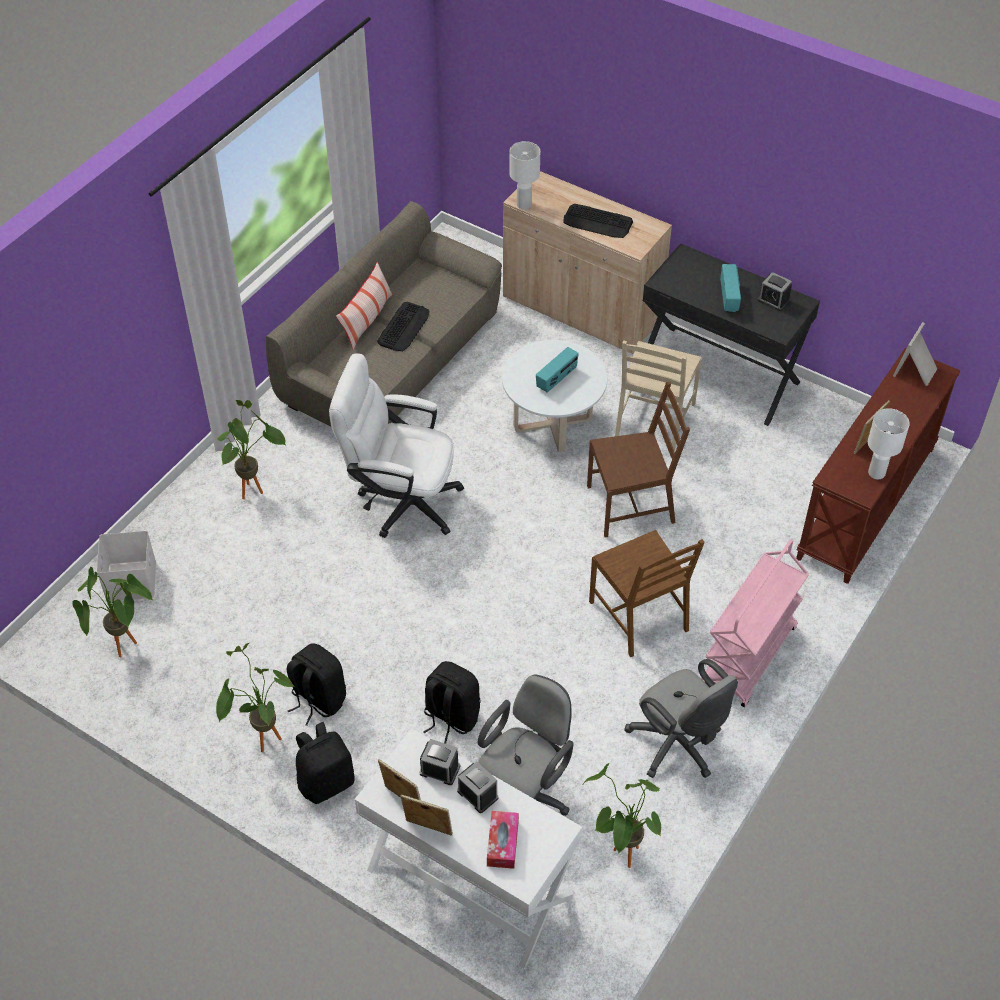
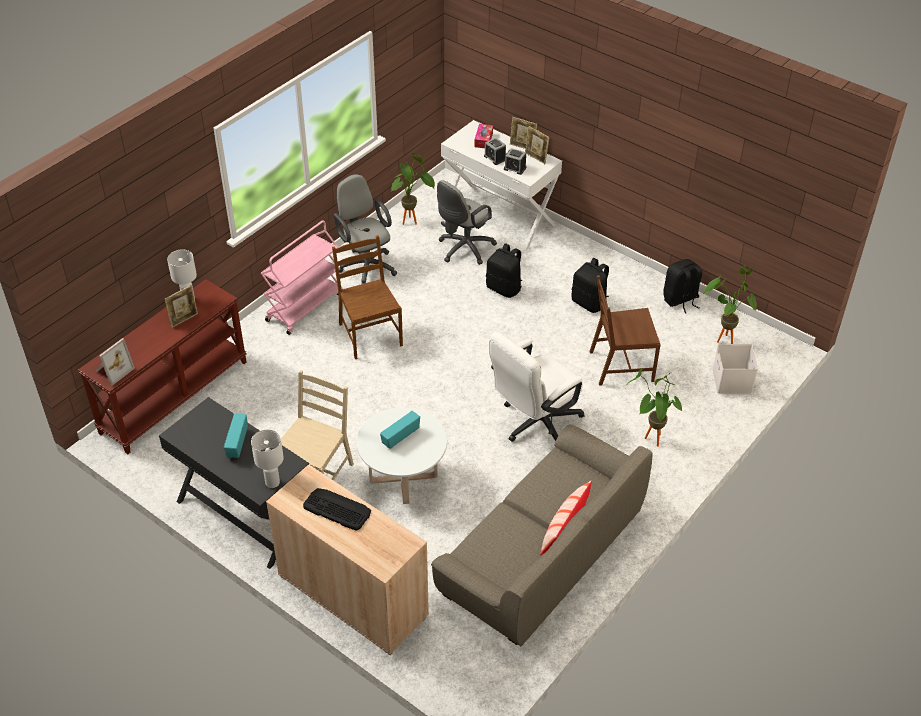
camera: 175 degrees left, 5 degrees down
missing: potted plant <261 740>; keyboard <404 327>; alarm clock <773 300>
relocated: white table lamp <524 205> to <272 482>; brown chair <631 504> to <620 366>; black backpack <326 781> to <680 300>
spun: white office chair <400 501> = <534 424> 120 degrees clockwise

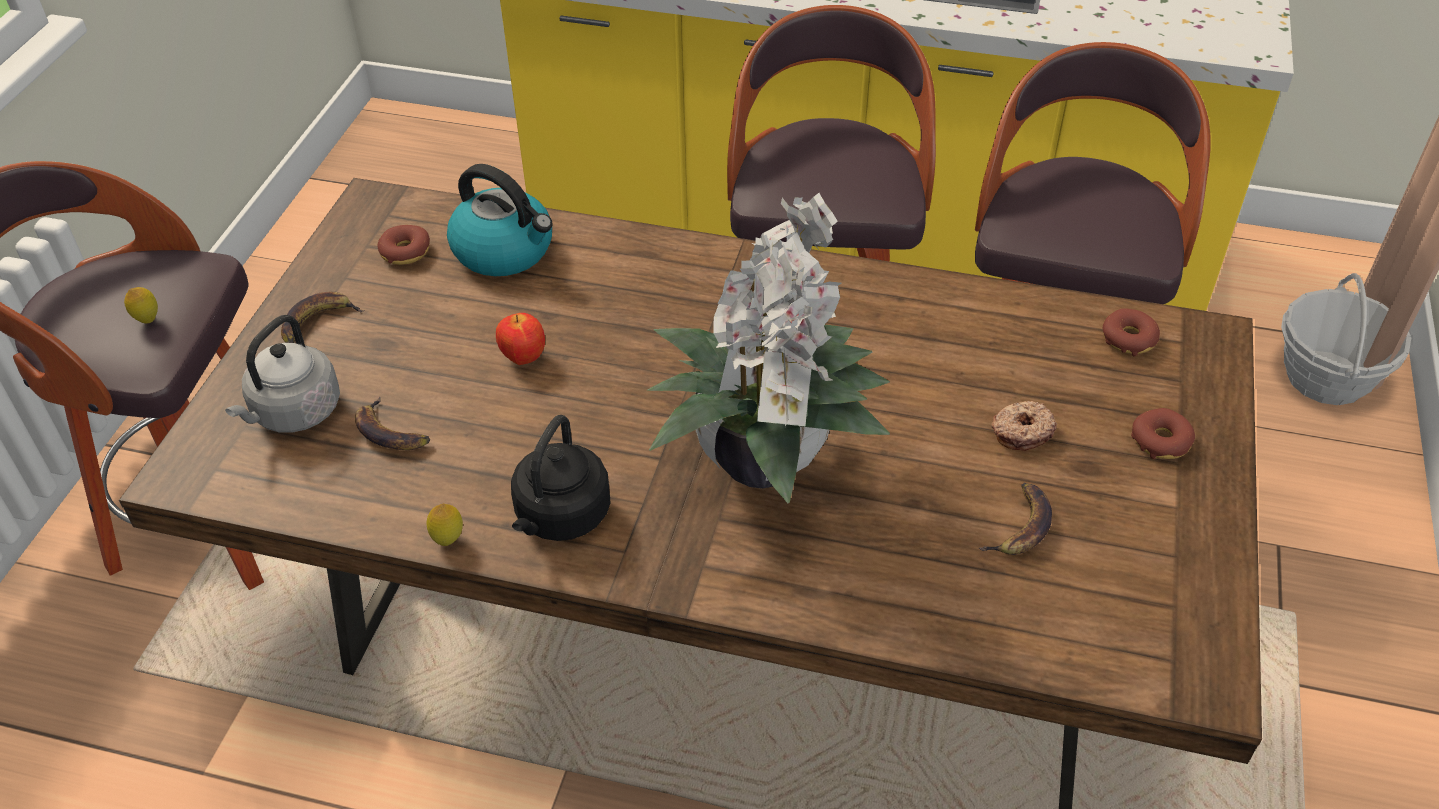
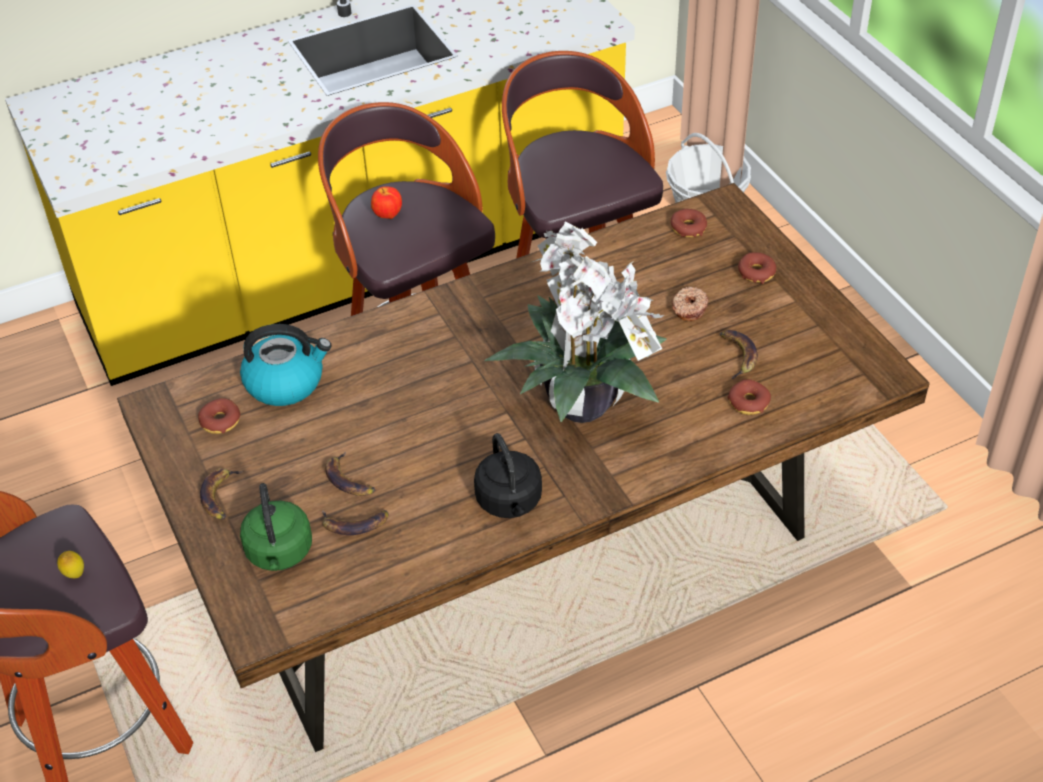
camera: 40 degrees left, 0 degrees up
missing: lemon <448 540>
appeared: banana <349 480>; donut <748 402>
relocated: apple <523 358> to <387 216>
colour: grey kettle <294 413> to green kettle <279 553>

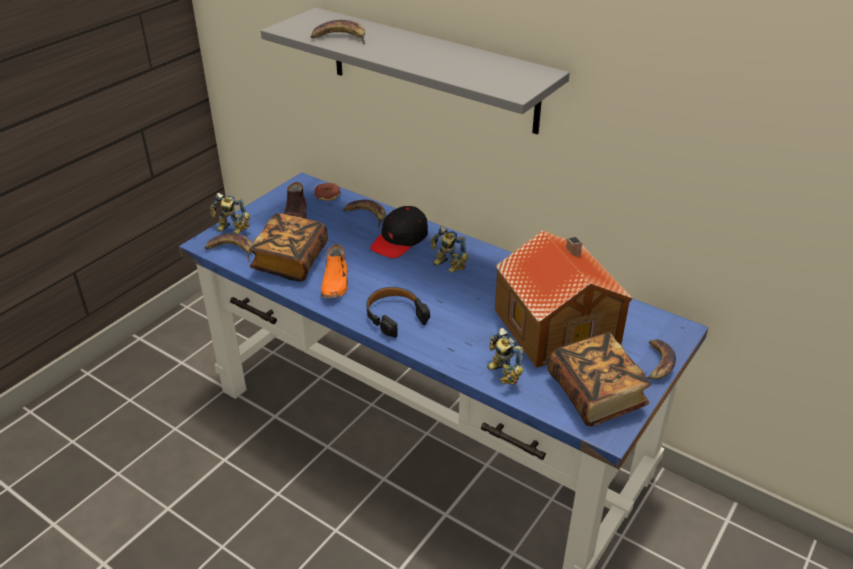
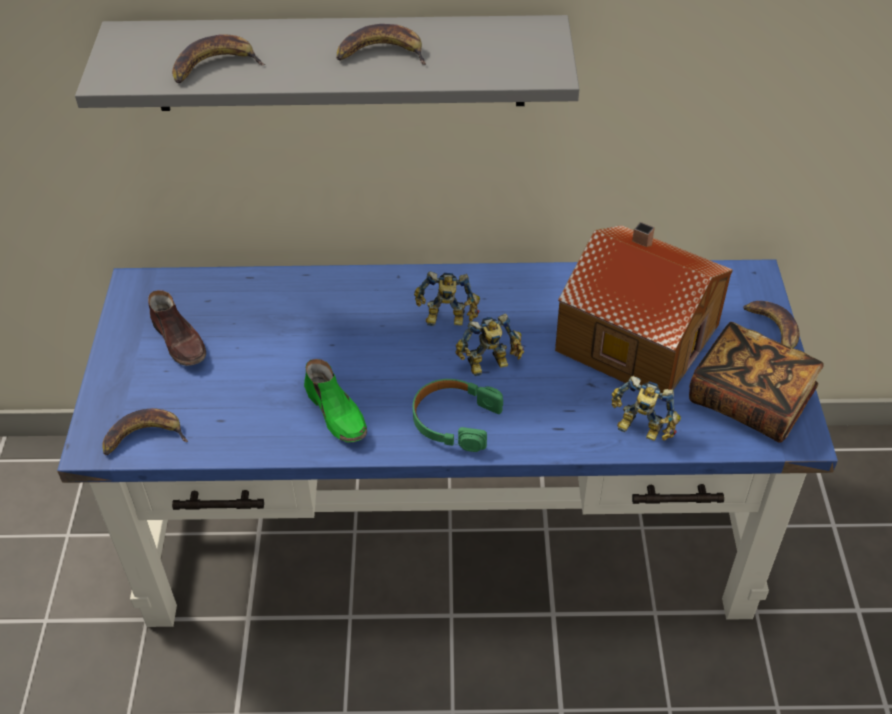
camera: 35 degrees left, 10 degrees up
missing: book <291 261>; donut <327 195>; black cap <400 240>
relocated: banana <367 215> to <382 53>; toy robot <231 230> to <490 365>
colour: orange shoe <335 283> to green shoe <337 413>; black headphones <395 316> to green headphones <454 420>

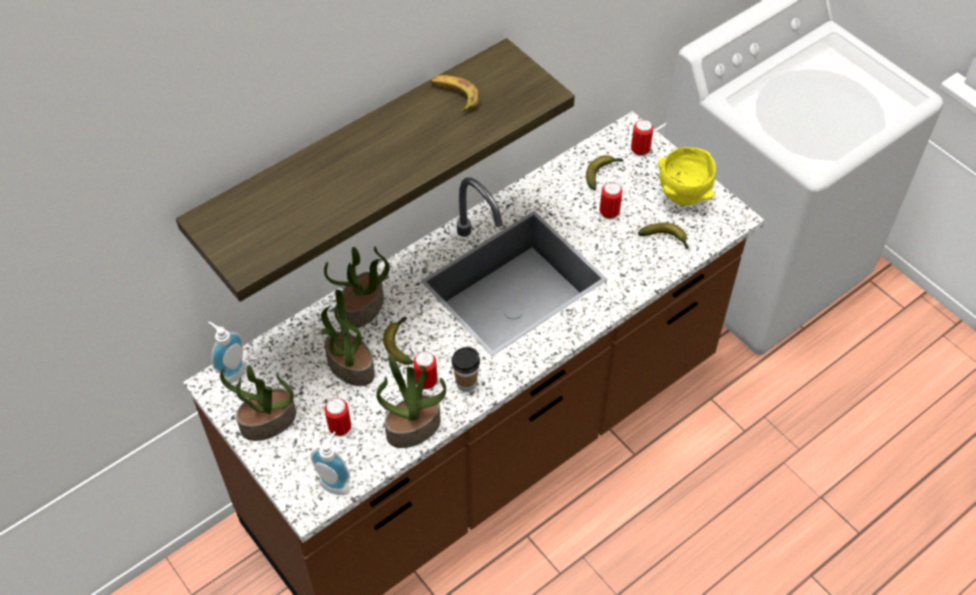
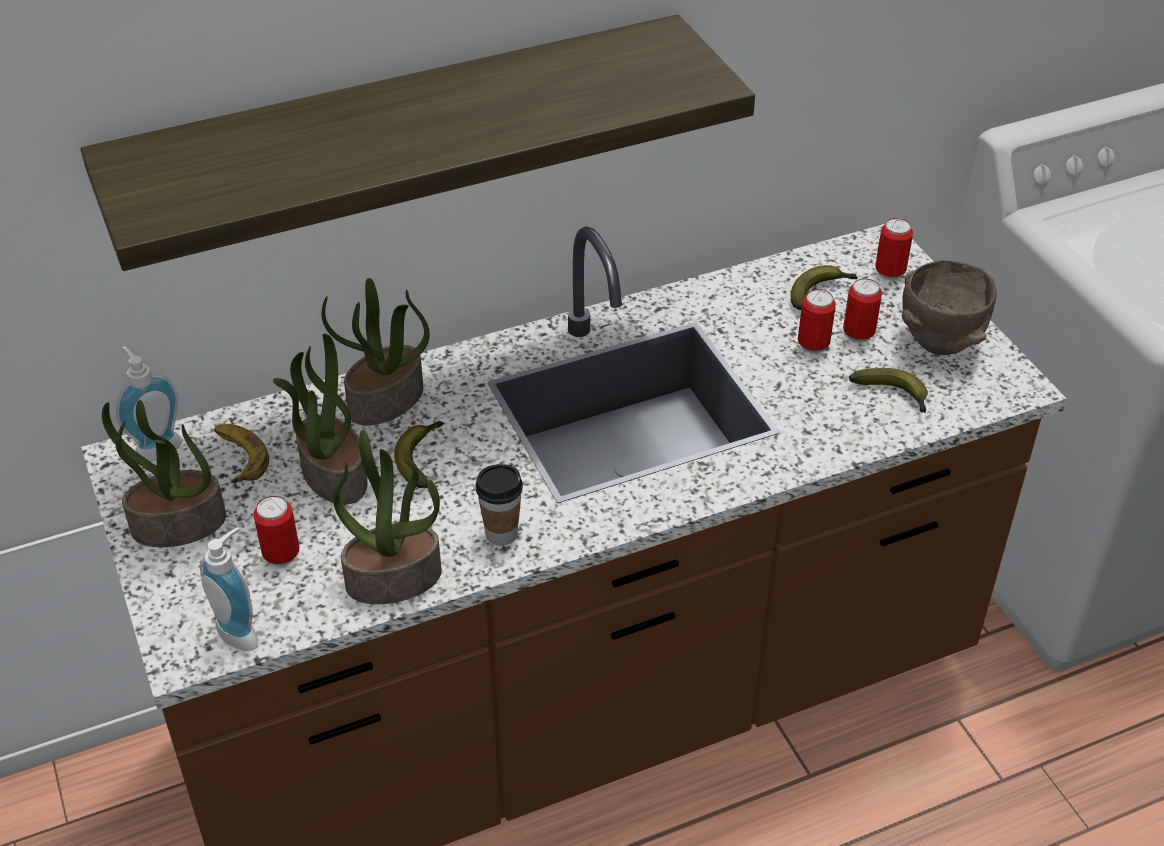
camera: 15 degrees right, 10 degrees down
relocated: banana <455 96> to <239 457>; can <426 382> to <858 334>
colour: yellow bowl <683 198> to brown bowl <939 345>

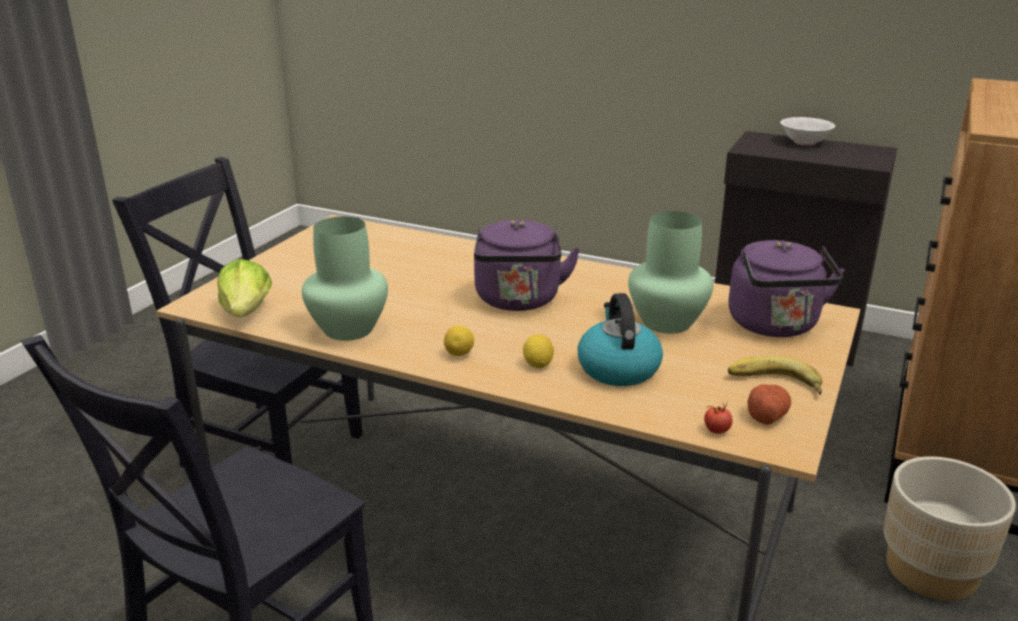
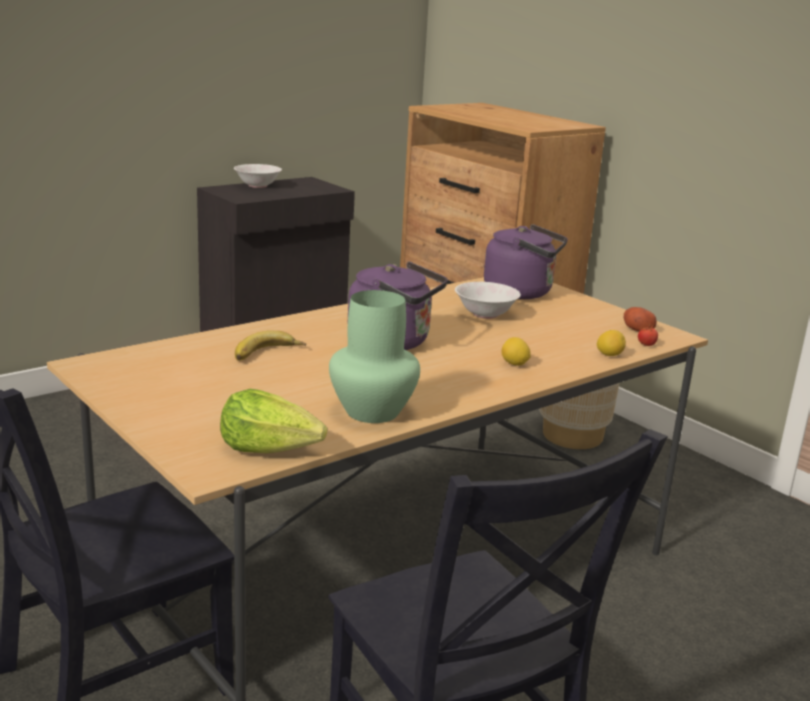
camera: 65 degrees left, 5 degrees down
missing: kettle <617 368>
relocated: banana <774 384> to <268 354>; lemon <459 354> to <609 355>
exchanged: green vase <665 322> to white bowl <485 314>

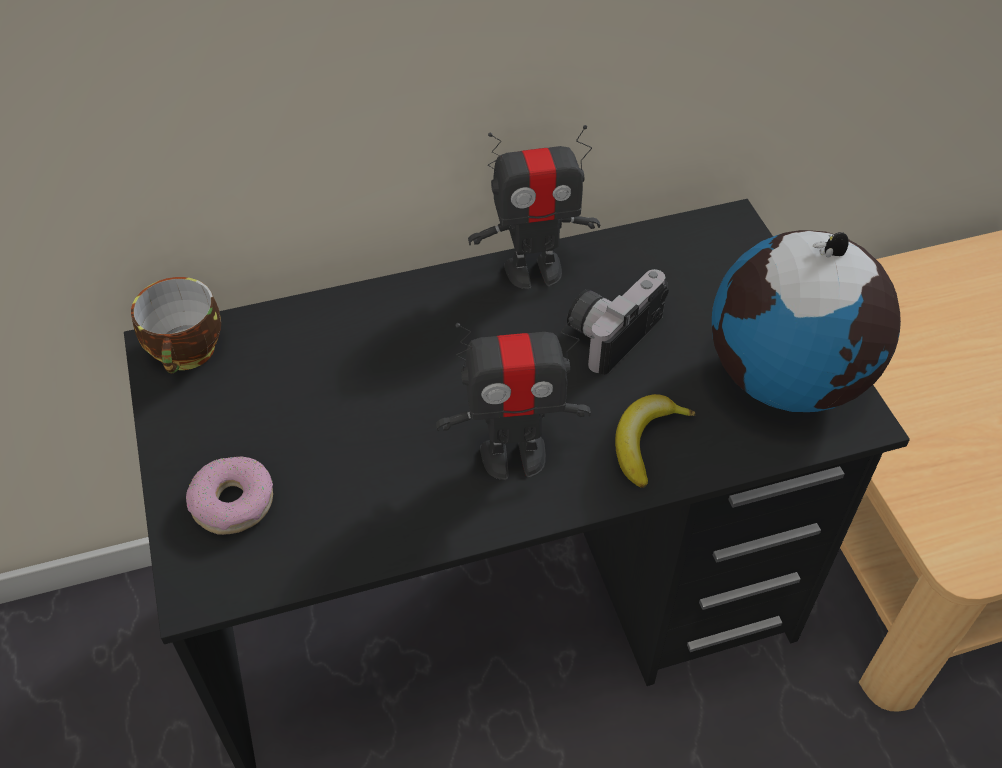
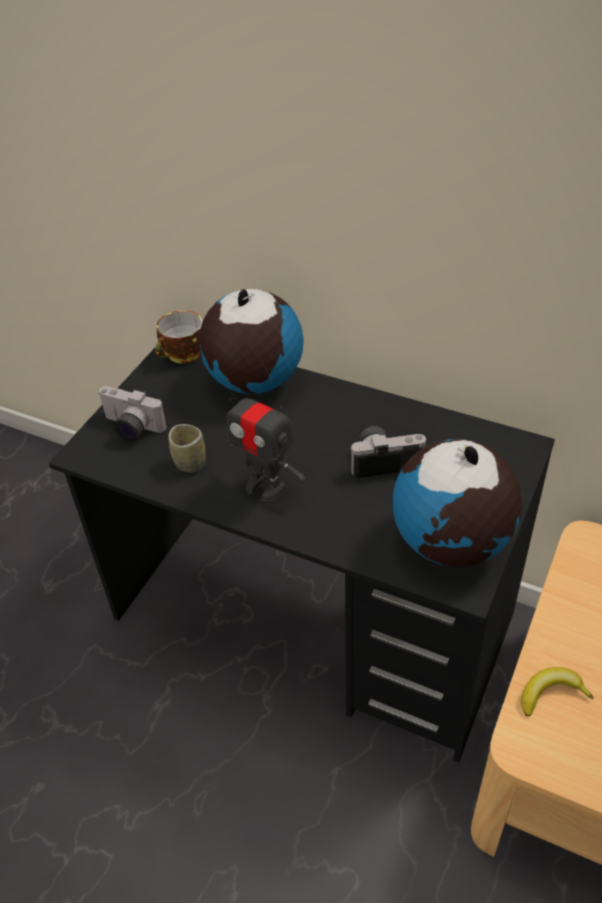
camera: 45 degrees right, 5 degrees down
missing: toy robot <534 270>
appeared: cup <190 463>; globe <254 381>
relocated: banana <646 442> to <550 694>
exchanged: donut <233 502> to photo camera <130 428>

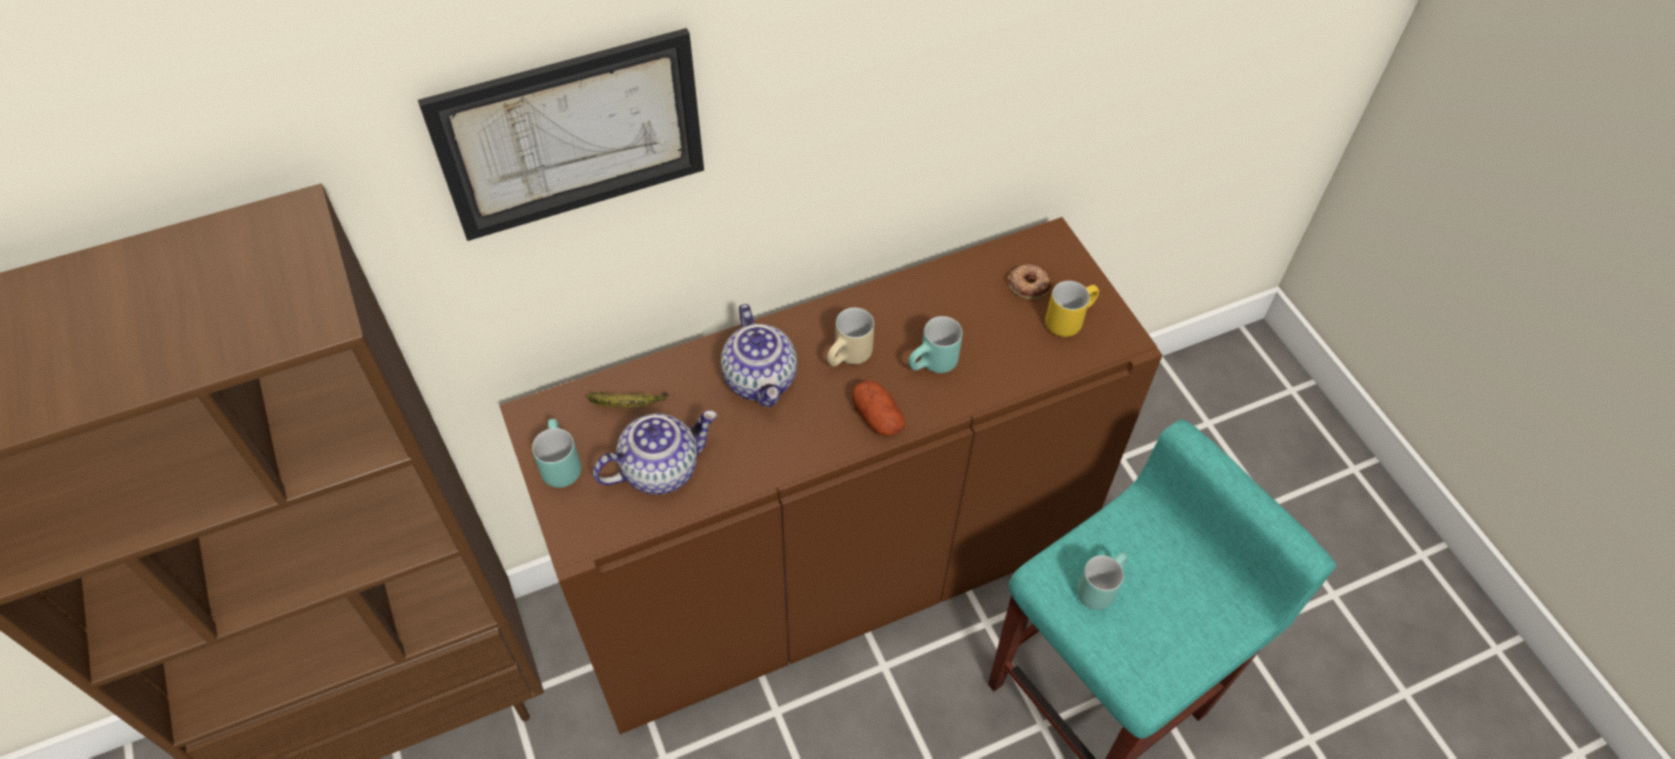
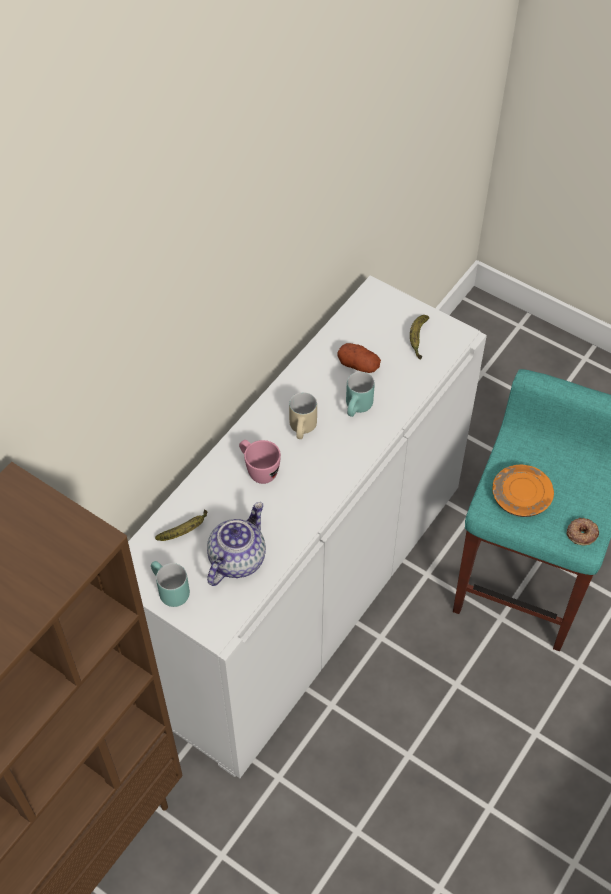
camera: 30 degrees left, 0 degrees up
missing: picture <571 135>
relocated: potato <877 417> to <358 365>; donut <1028 284> to <581 533>
exchanged: teapot <761 379> to pink mug <258 471>; yellow mug <1068 318> to banana <418 339>; turquoise mug <1098 586> to orange plate <520 497>
colour: brown cabinet <832 568> to white cabinet <305 593>

